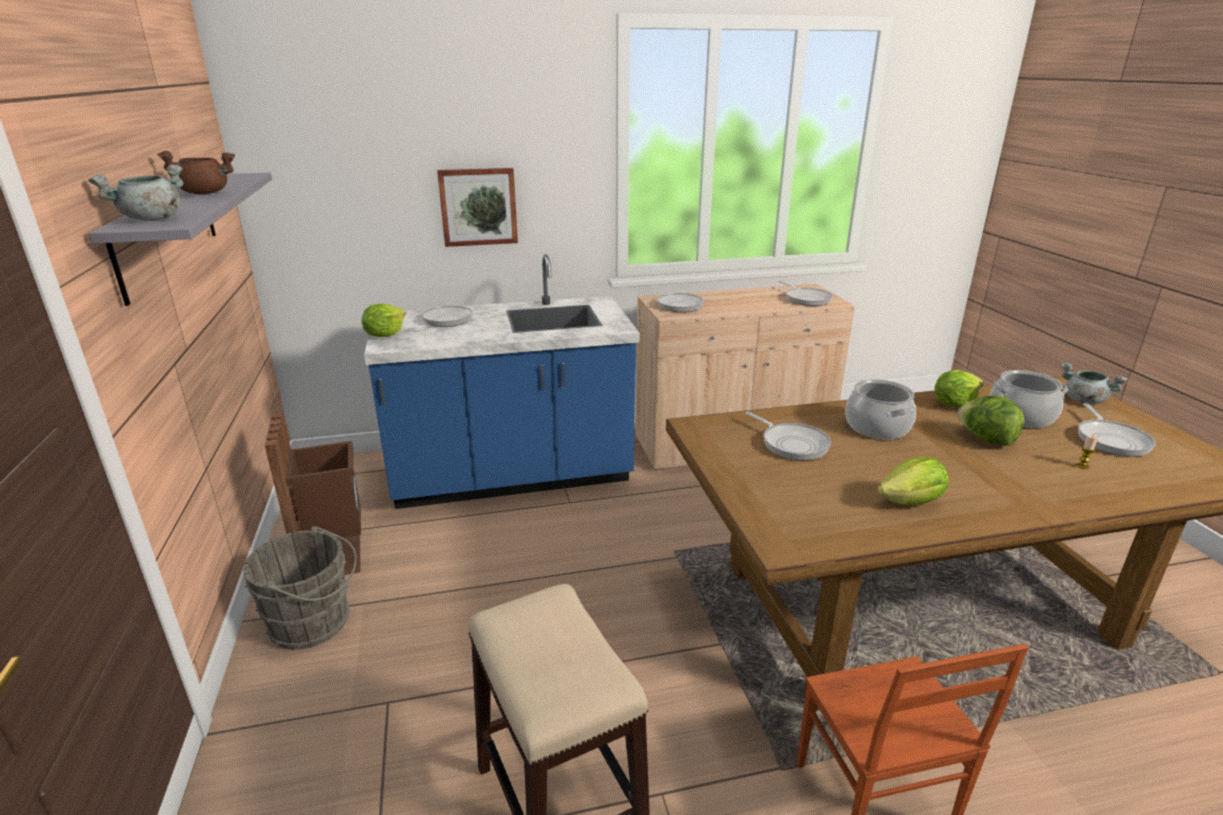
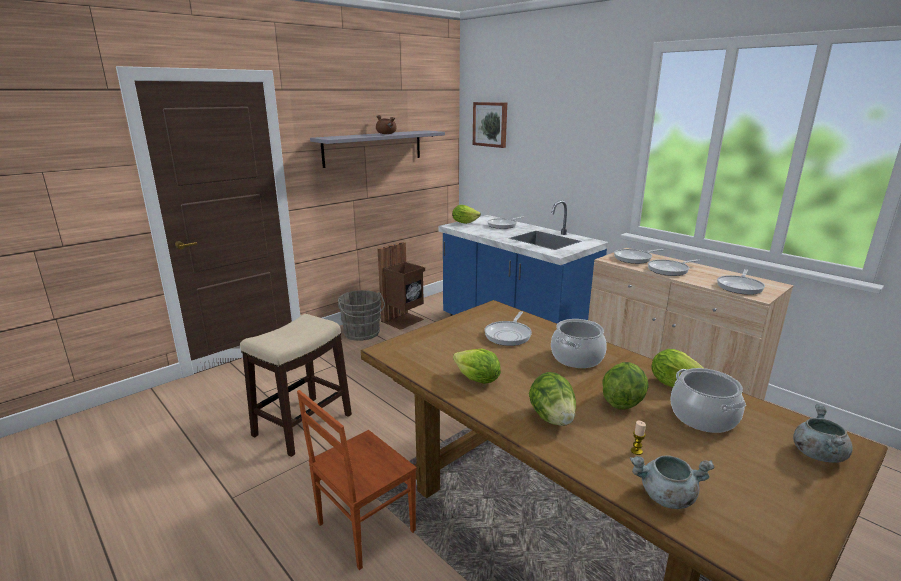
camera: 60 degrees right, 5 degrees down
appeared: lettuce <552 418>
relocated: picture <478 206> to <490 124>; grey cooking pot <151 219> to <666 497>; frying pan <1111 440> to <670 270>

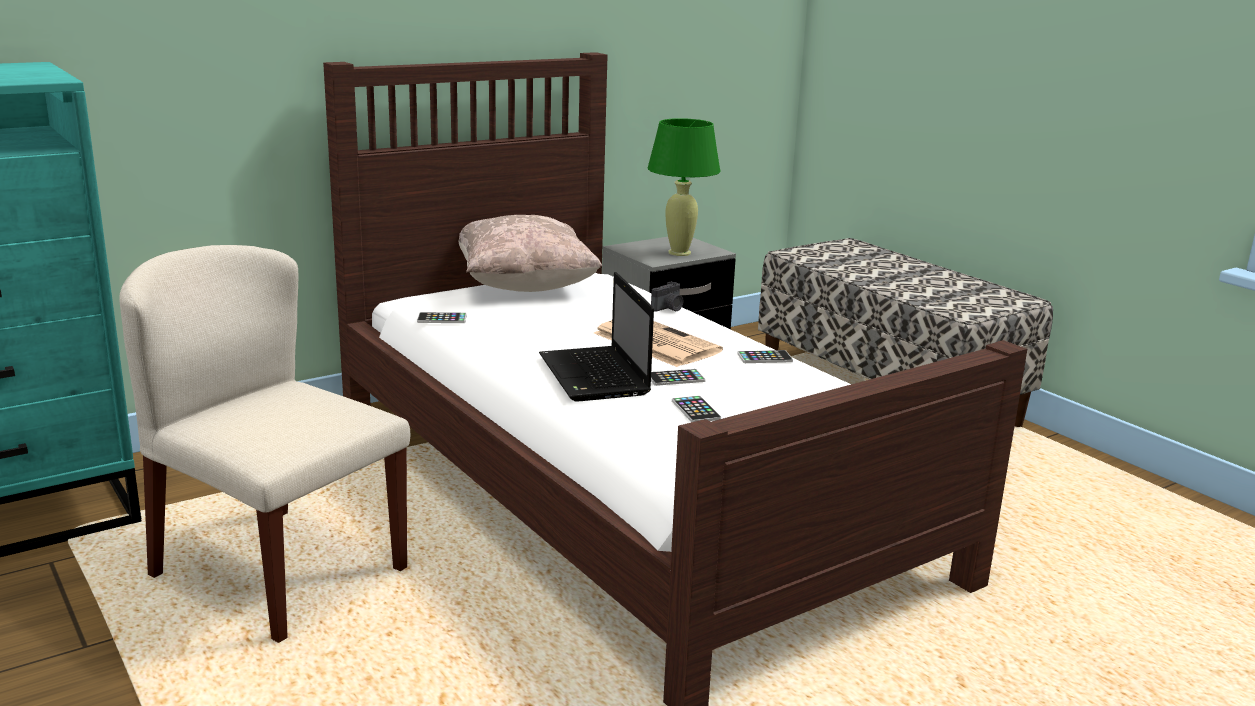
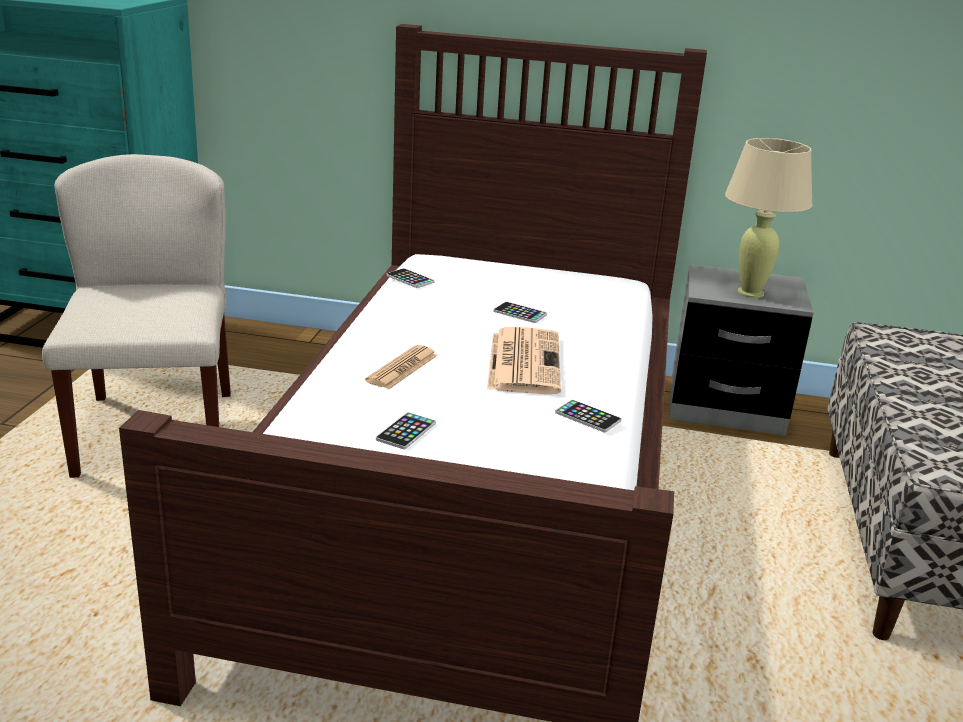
camera: 45 degrees right, 5 degrees up
missing: beige pillow <524 286>; photo camera <668 308>
relocated: phone <675 378> to <520 313>
exchanged: laptop <595 376> to newspaper <402 368>
colour: green table lamp <679 253> to beige table lamp <750 293>

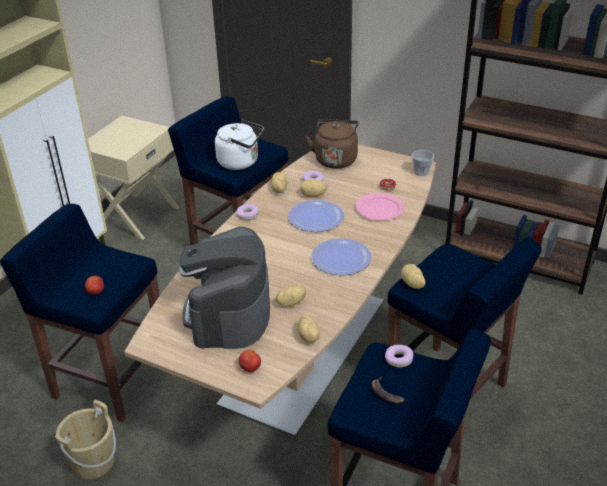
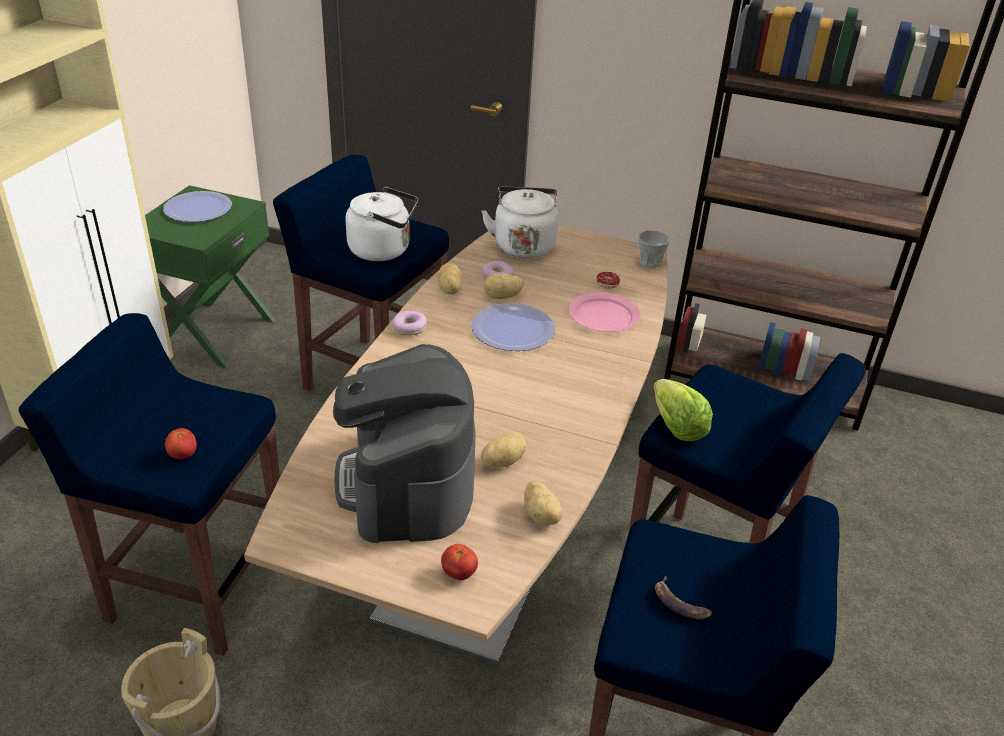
camera: 10 degrees left, 0 degrees up
missing: donut <398 359>
relocated: plate <341 258> to <198 208>
exchanged: potato <412 284> to lettuce <676 427>
colour: beige nightstand <137 215> to green nightstand <213 333>; brown kettle <335 159> to white kettle <523 245>

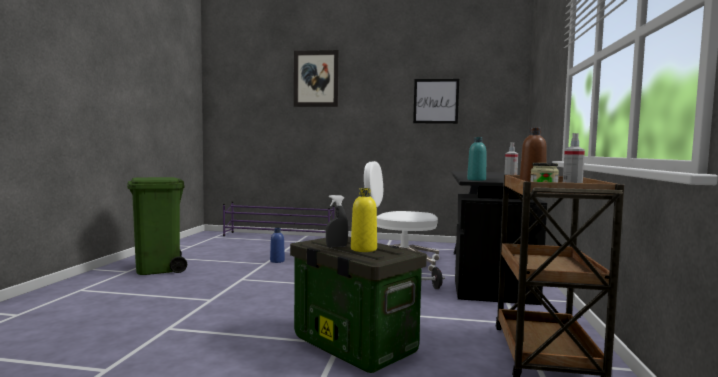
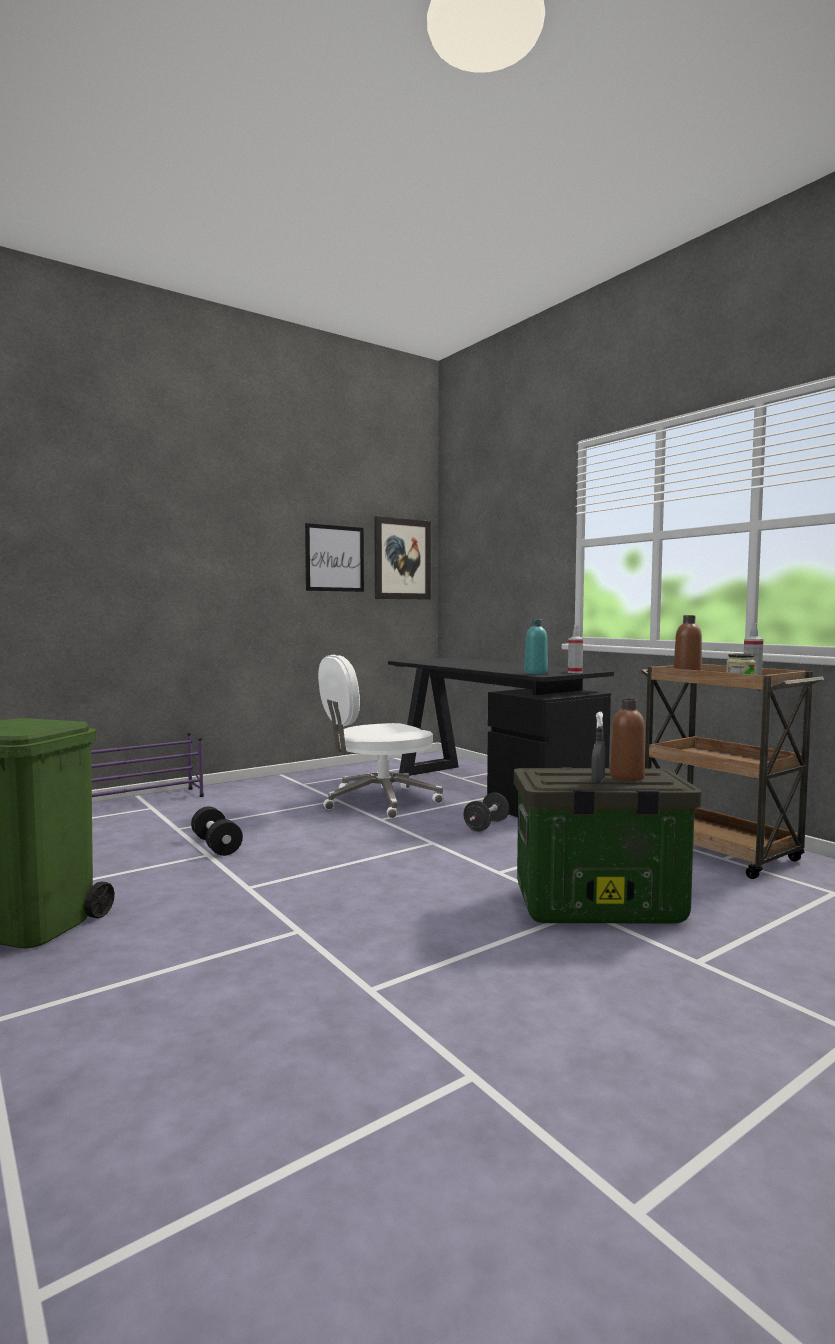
camera: 45 degrees left, 0 degrees up
relocated: picture <316 79> to <402 559>
exchanged: blue bottle <277 261> to black dumbbell <216 845>
colour: yellow bottle <363 249> to brown bottle <627 777>

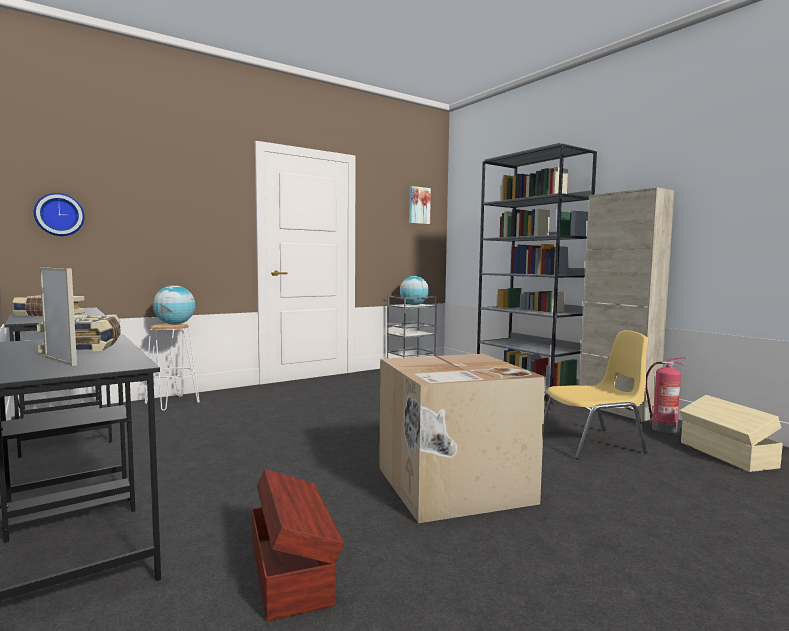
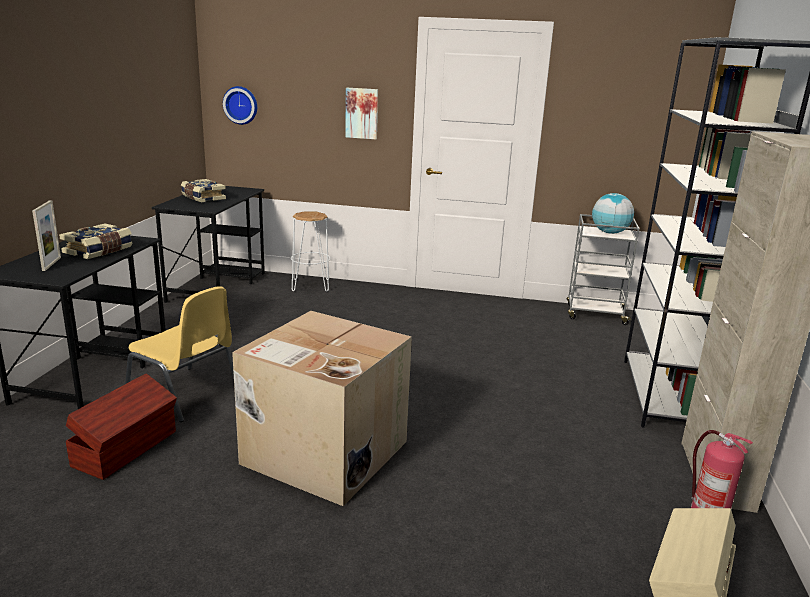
camera: 45 degrees right, 15 degrees up
missing: globe <175 324>
relocated: yellow chair <593 443> to <185 394>; picture <419 205> to <362 113>

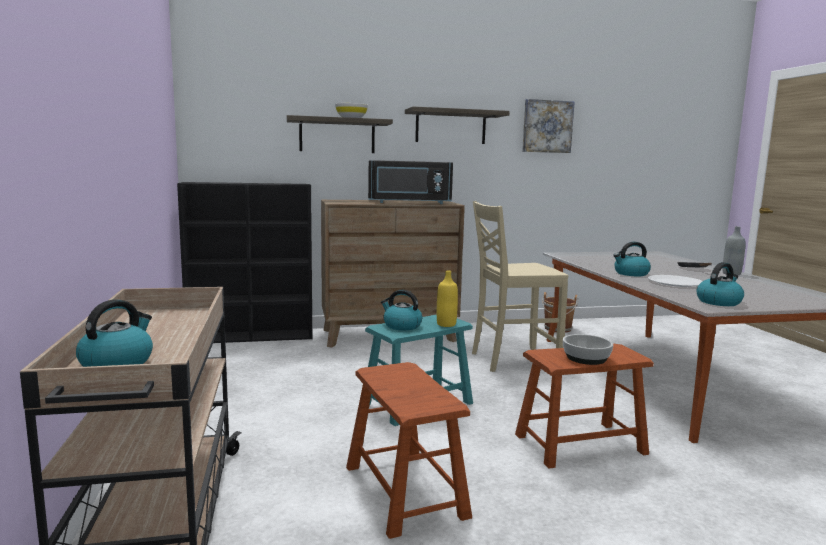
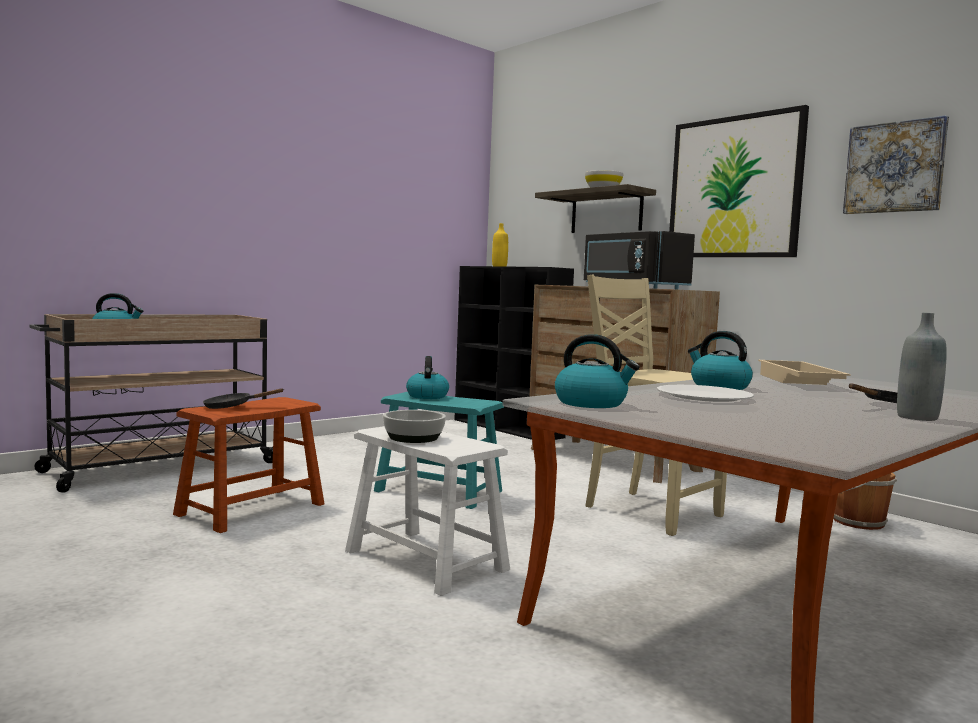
camera: 60 degrees right, 5 degrees down
appeared: black frying pan <232 407>; beige tray <797 381>
relocated: yellow bottle <446 324> to <499 266>
exchanged: shelf <450 127> to picture <734 187>
colour: brown stool <579 444> to white stool <425 560>

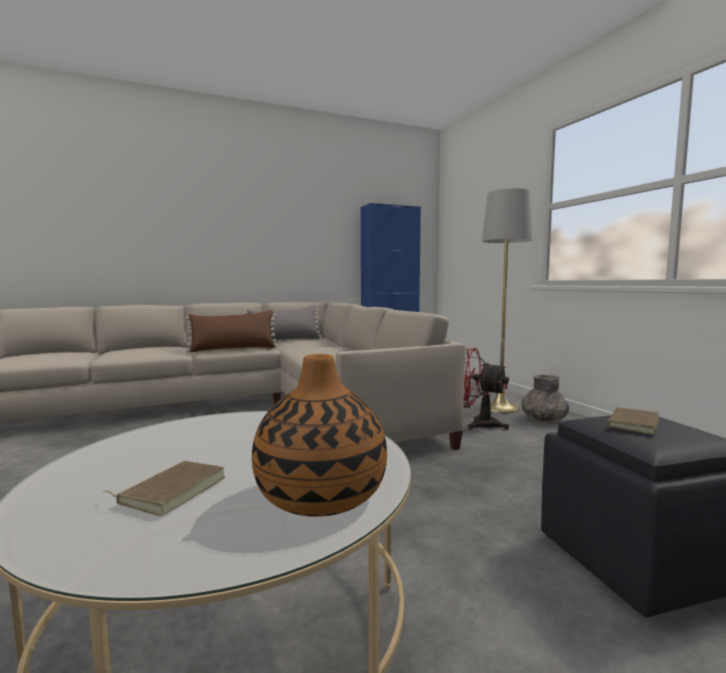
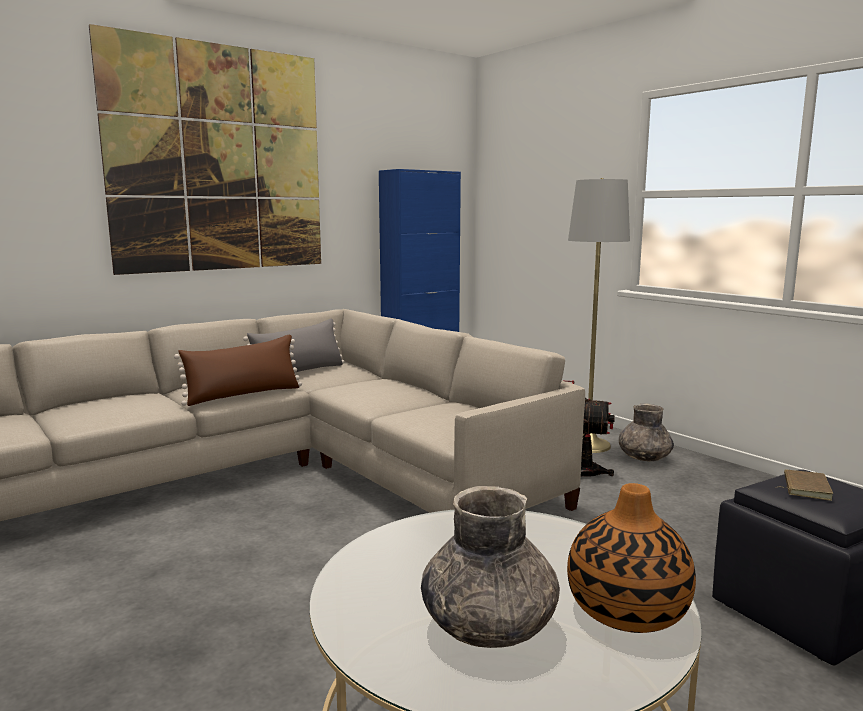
camera: 15 degrees left, 5 degrees up
appeared: picture <219 159>
exchanged: brown book <172 490> to grey vase <489 626>

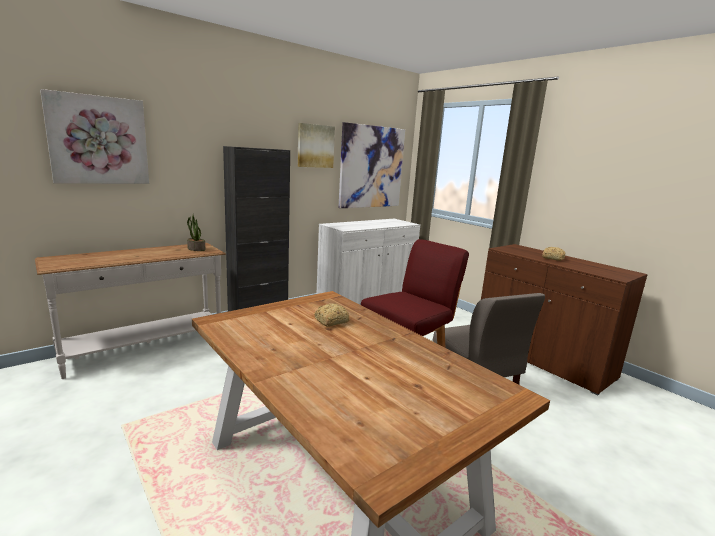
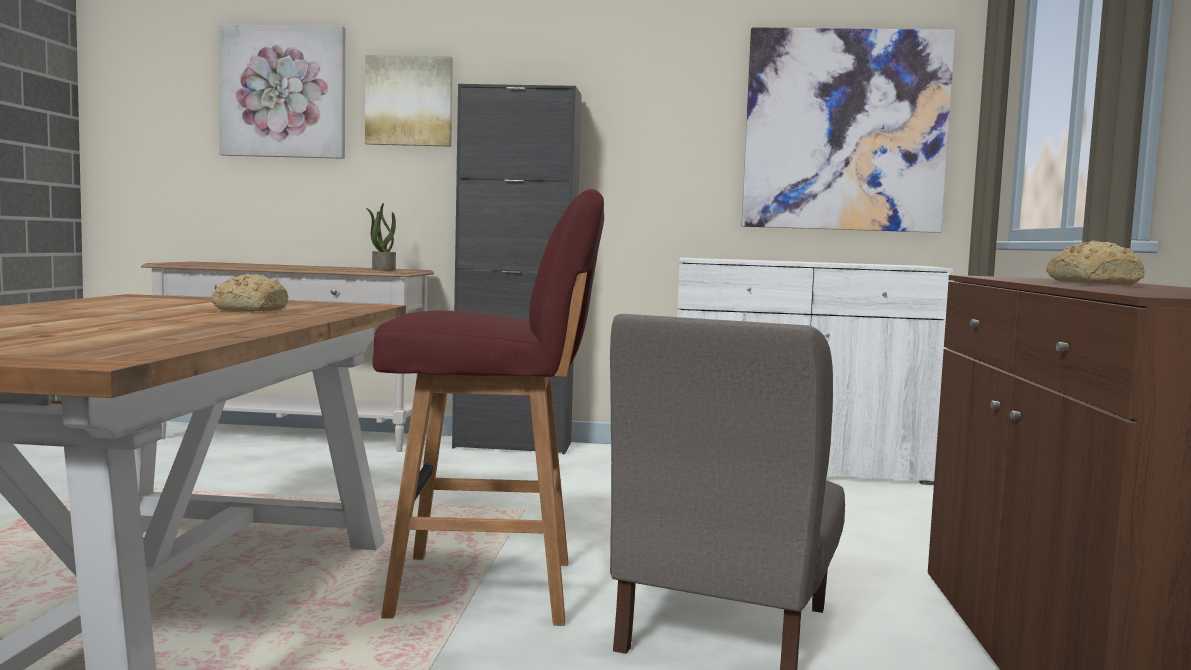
camera: 45 degrees right, 10 degrees down
relocated: picture <315 146> to <409 101>

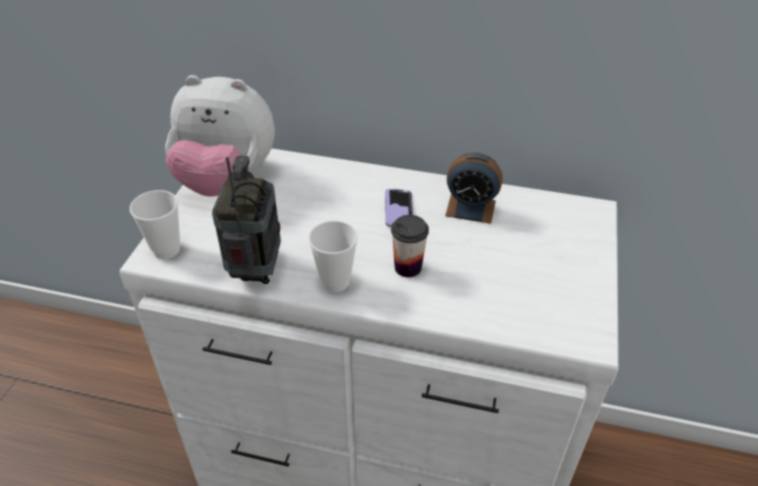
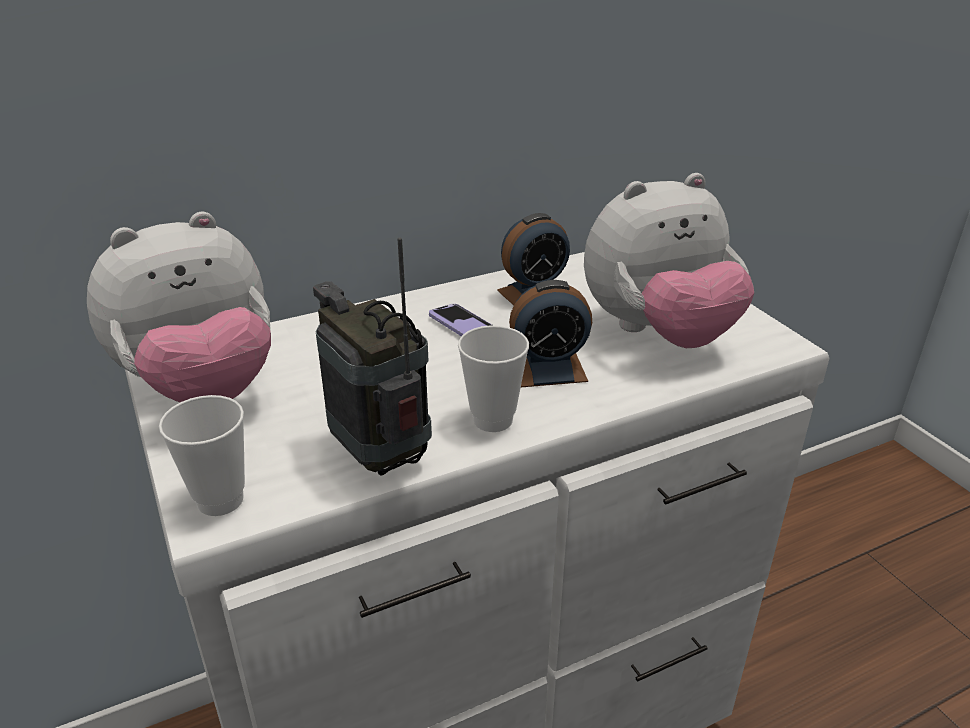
camera: 40 degrees left, 10 degrees down
appeared: plush toy <658 334>
exchanged: cup <408 267> to alarm clock <548 369>

